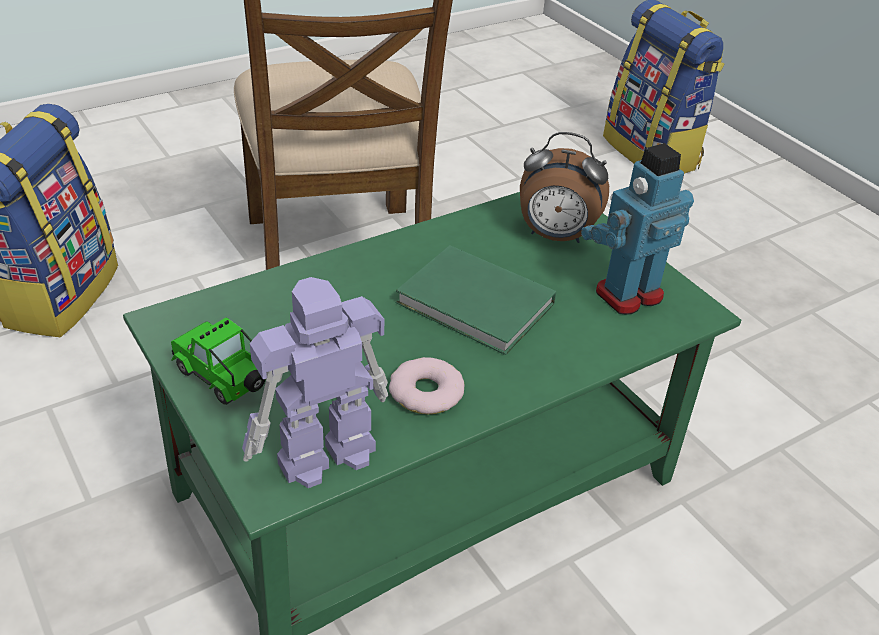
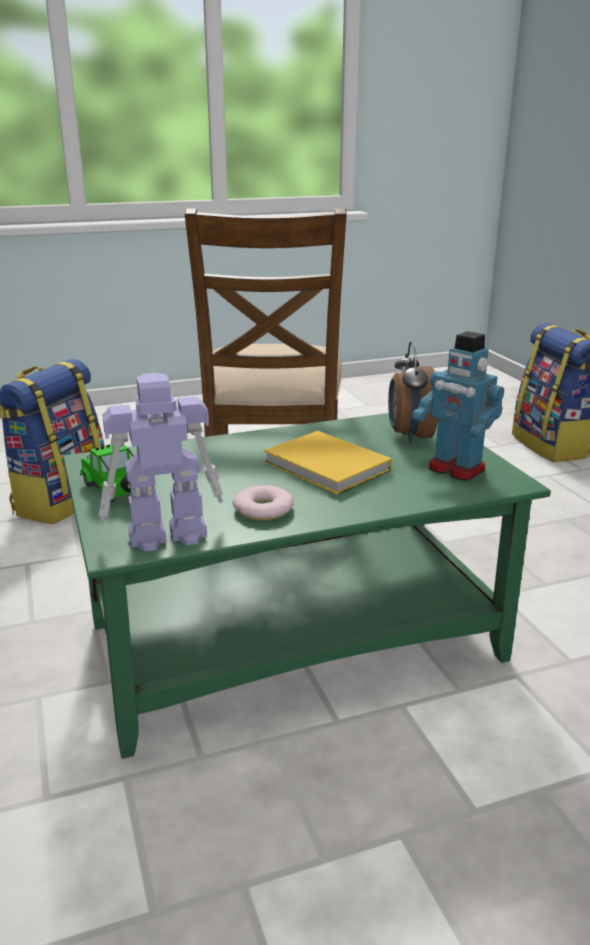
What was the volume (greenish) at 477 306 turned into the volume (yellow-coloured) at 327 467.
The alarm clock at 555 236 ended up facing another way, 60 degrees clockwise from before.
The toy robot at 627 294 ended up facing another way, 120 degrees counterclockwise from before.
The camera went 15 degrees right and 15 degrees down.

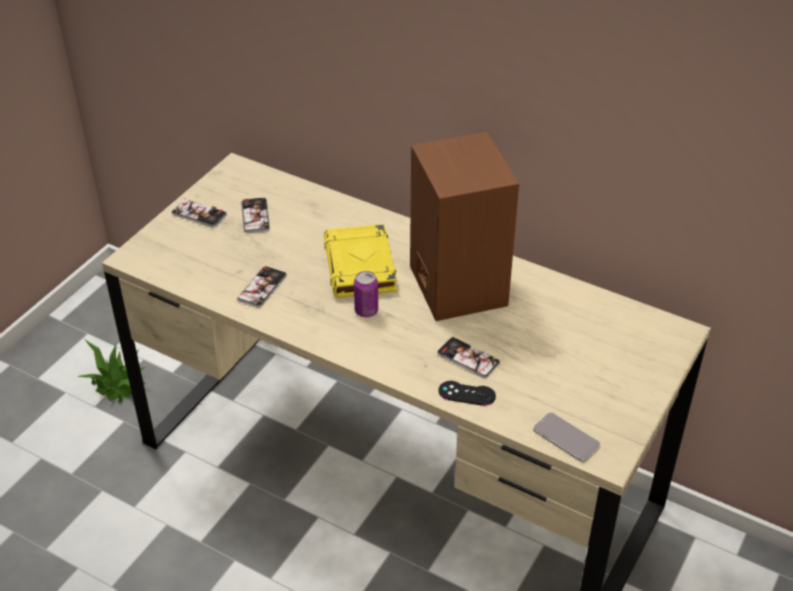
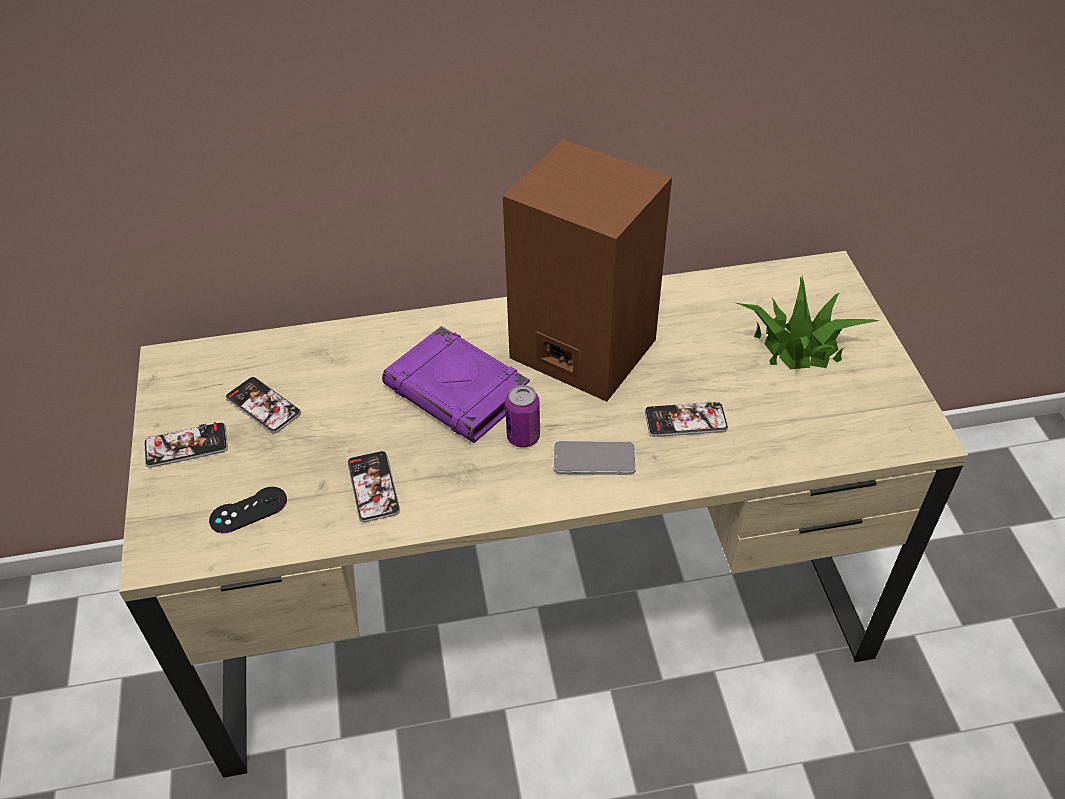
The houseplant ended up elsewhere, having gone from 117 383 to 798 344.
What was the volume (yellow-coloured) at 360 267 turned into the volume (purple) at 458 391.
The game controller (blackish) ended up elsewhere, having gone from 467 393 to 248 510.
The telephone ended up elsewhere, having gone from 566 438 to 594 459.
The camera went 40 degrees left and 5 degrees up.

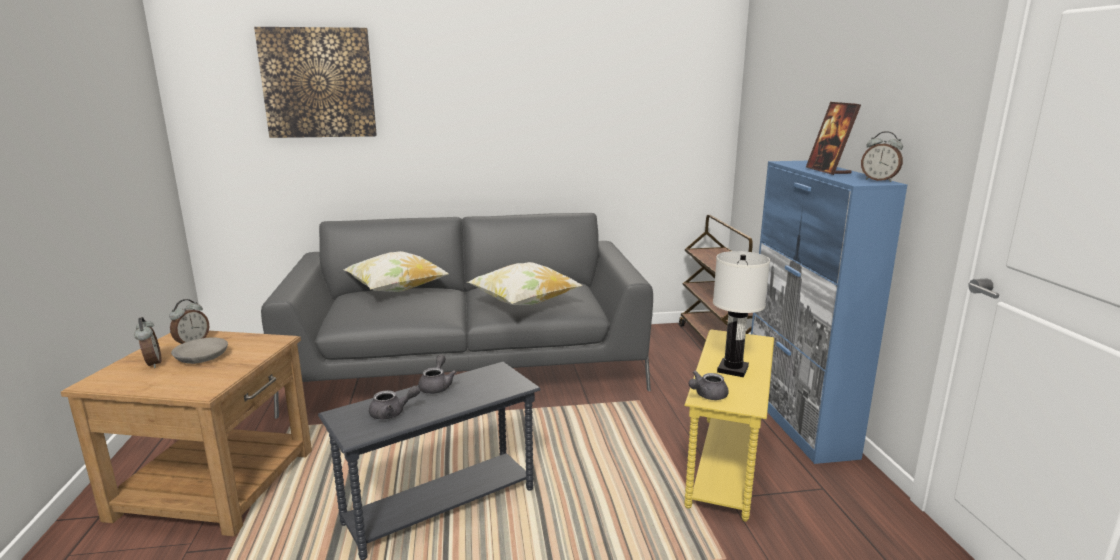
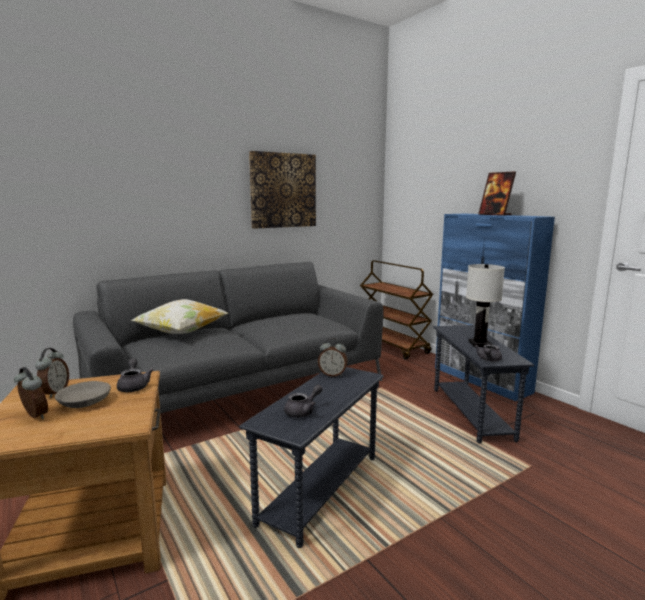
The wall picture ended up elsewhere, having gone from 318 83 to 283 190.
The teapot (grey) ended up elsewhere, having gone from 437 386 to 134 386.
The second view lost the pillow at 524 304.
What was the side table (yellow-coloured) at 726 465 turned into the side table (grey) at 472 413.
The alarm clock ended up elsewhere, having gone from 879 180 to 332 374.
The camera went 25 degrees left and 5 degrees down.

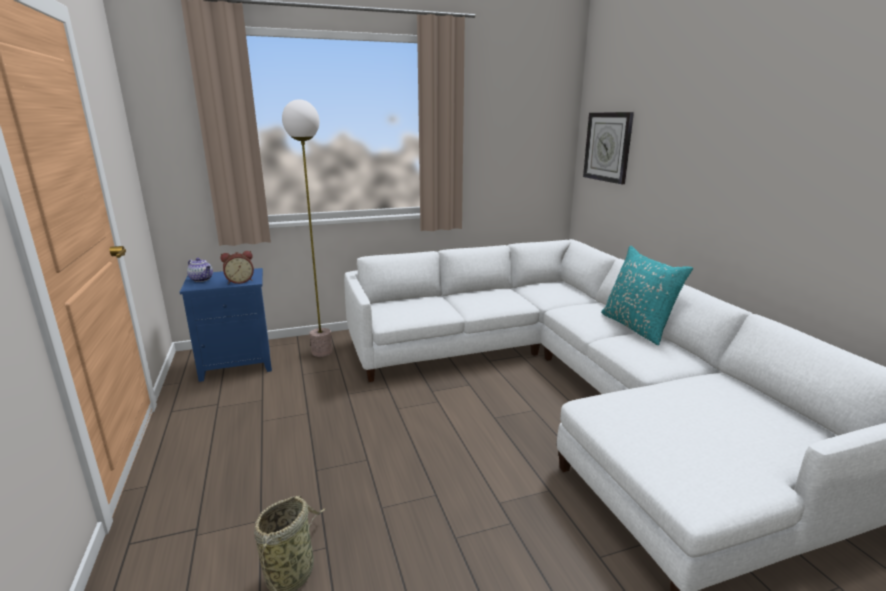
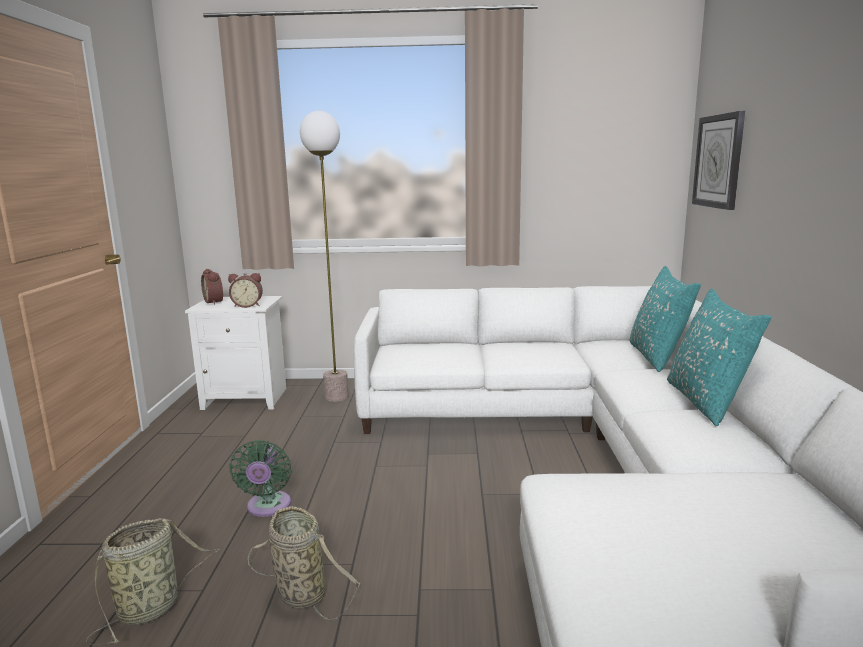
What was the night table (blue-coloured) at 238 364 turned into the night table (whitish) at 247 398.
Where the teapot stood at 202 279, the alarm clock came to stand at 215 302.
The second view gained the fan (greenish) at 268 507.
The second view gained the household basket at 298 593.
The second view gained the pillow (blue-green) at 658 357.
The camera went 20 degrees right and 5 degrees down.

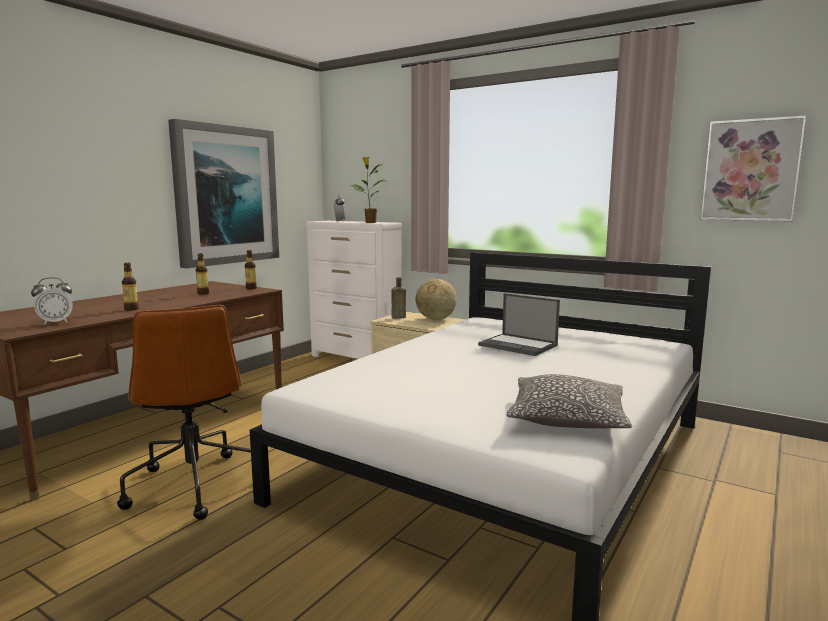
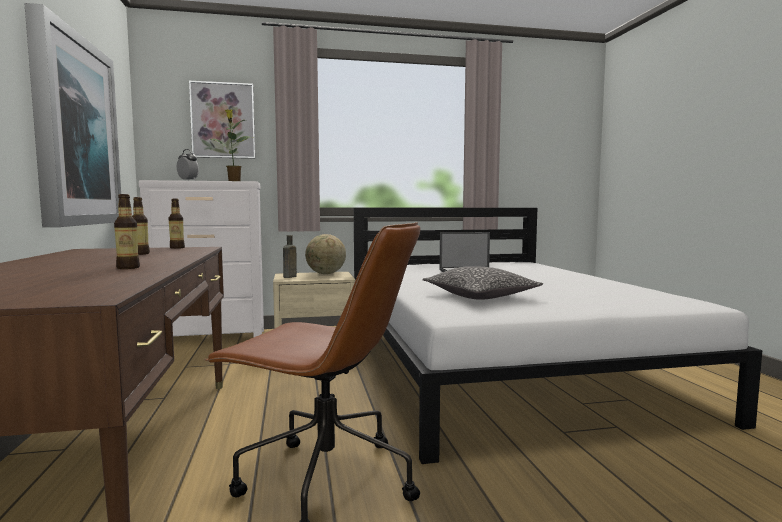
The second view lost the alarm clock at 55 323.
The pillow ended up elsewhere, having gone from 567 418 to 480 296.
The wall picture ended up elsewhere, having gone from 750 170 to 223 120.
The camera went 45 degrees left and 5 degrees down.

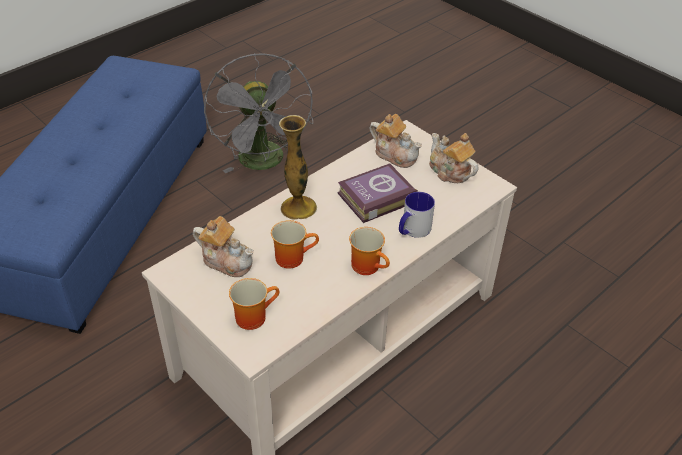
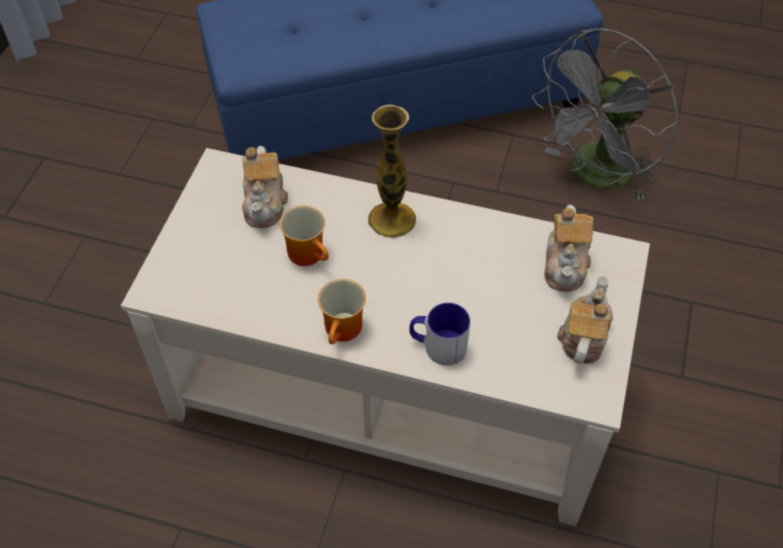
The second view lost the tea mug at 253 315.
The second view lost the volume at 374 197.
The camera went 60 degrees right and 10 degrees up.

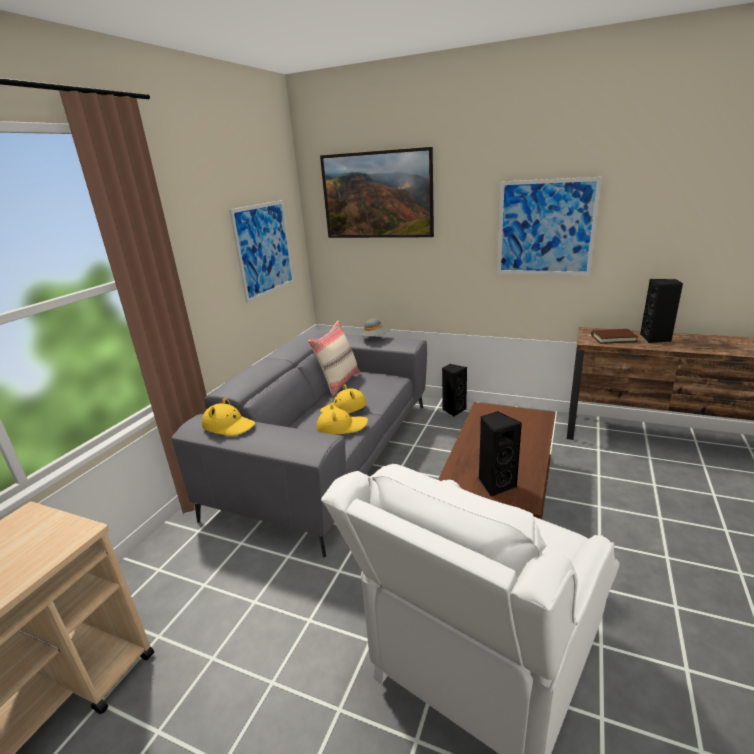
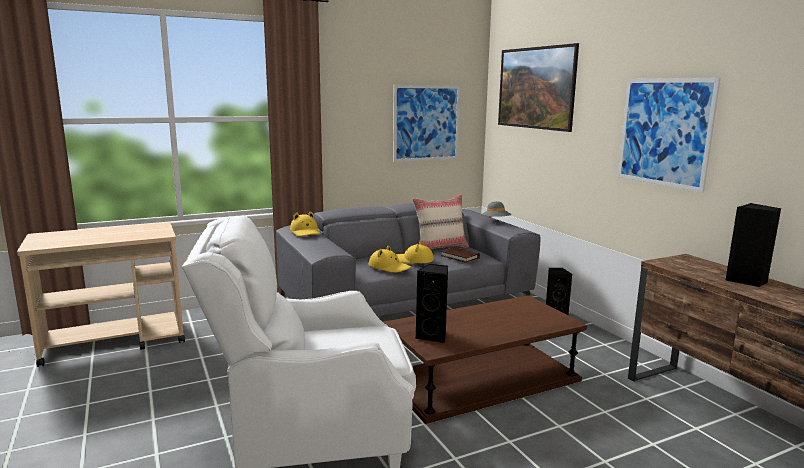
The volume (brownish) ended up elsewhere, having gone from 613 338 to 460 257.
The camera went 40 degrees right and 10 degrees down.

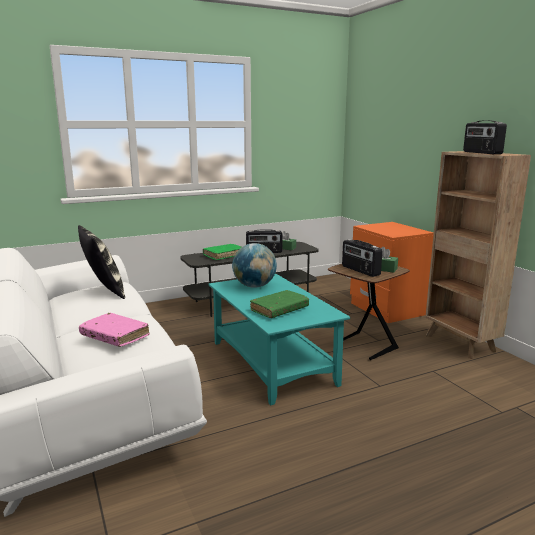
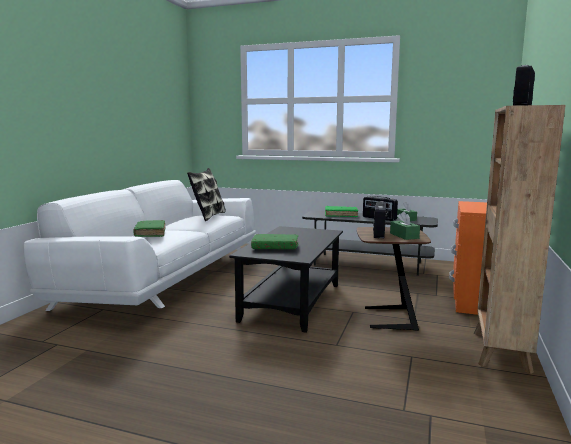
What was the volume (pinkish) at 115 336 turned into the volume (greenish) at 150 233.
What was the low table (blue-green) at 271 362 turned into the low table (blackish) at 291 302.
The second view lost the globe at 254 286.
The camera went 45 degrees right and 5 degrees down.

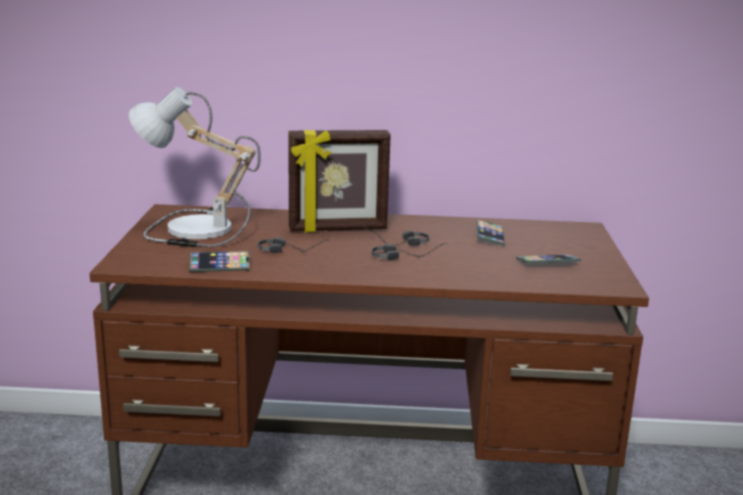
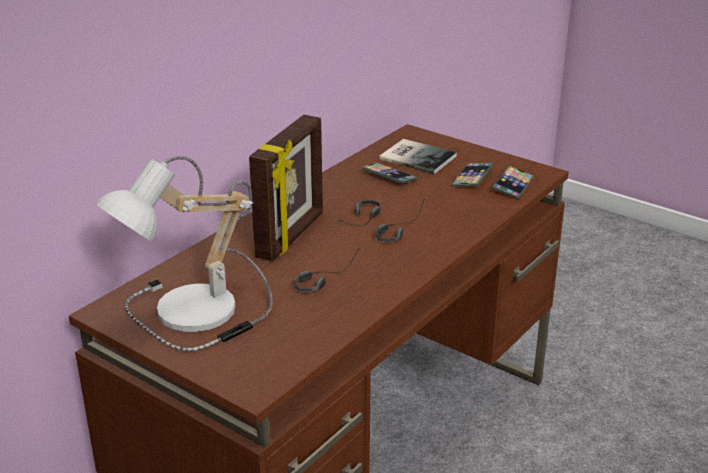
The telephone ended up elsewhere, having gone from 219 266 to 512 186.
The second view gained the volume at 417 156.
The camera went 55 degrees left and 10 degrees up.

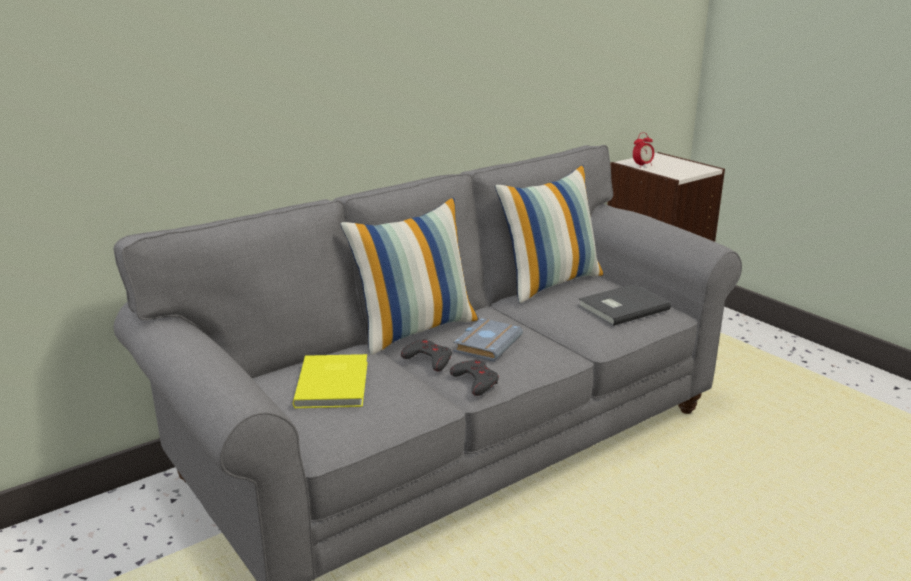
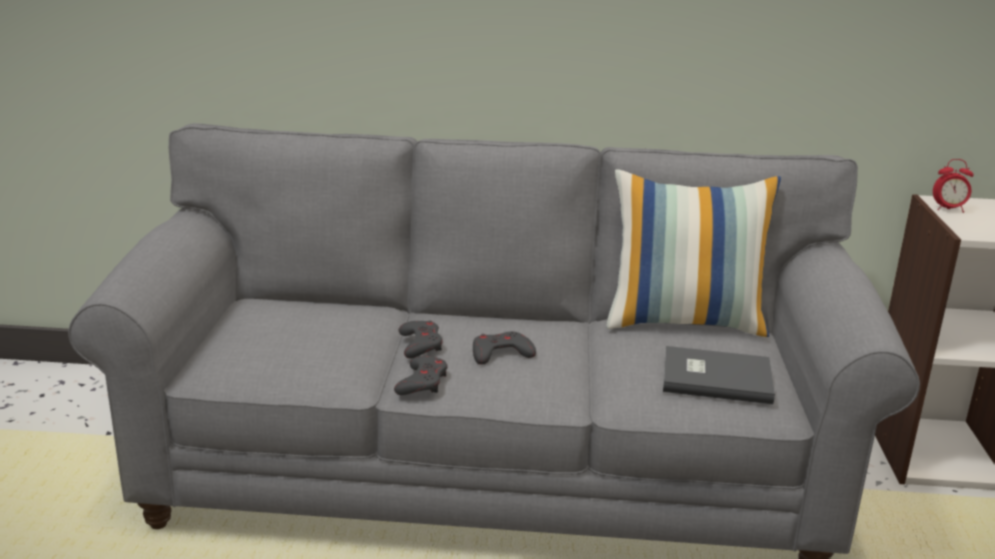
The second view lost the volume (yellow-coloured) at 335 383.
The second view lost the pillow at 415 329.
Where the volume (grey) stood at 486 344, the game controller (grey) came to stand at 500 353.
The camera went 40 degrees right and 0 degrees up.

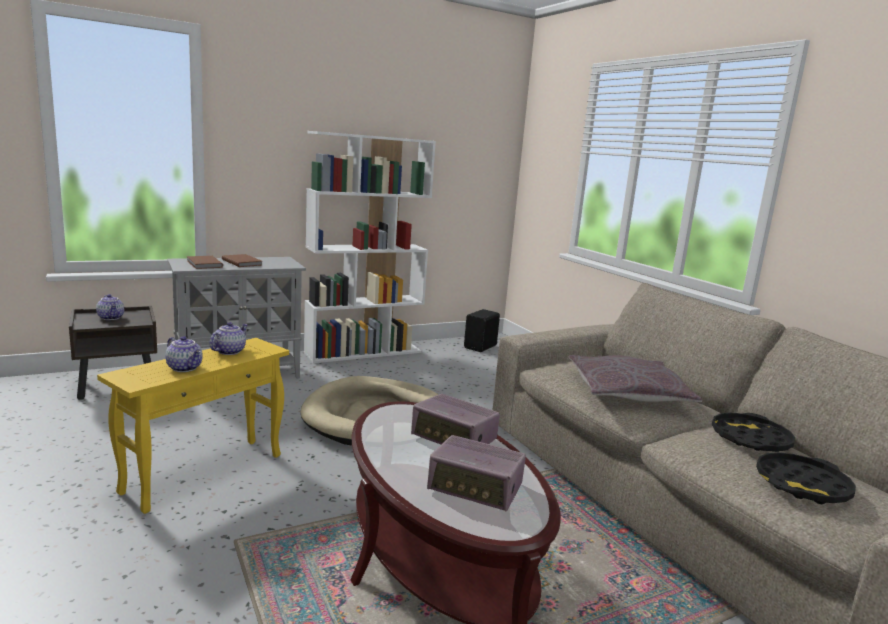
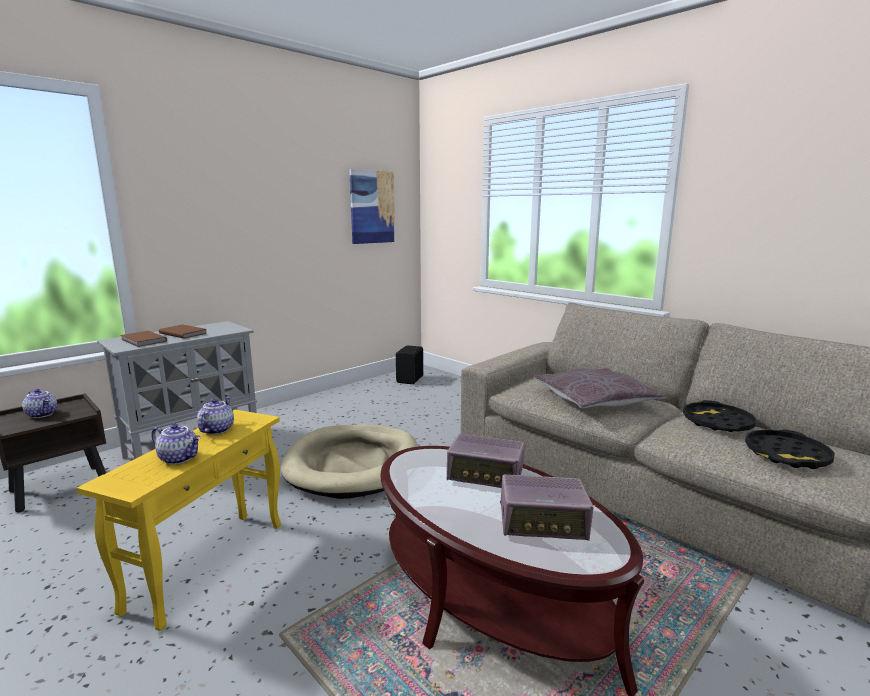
The second view lost the bookcase (whitish) at 364 352.
The second view gained the wall picture at 372 207.
The camera went 15 degrees left and 0 degrees up.

